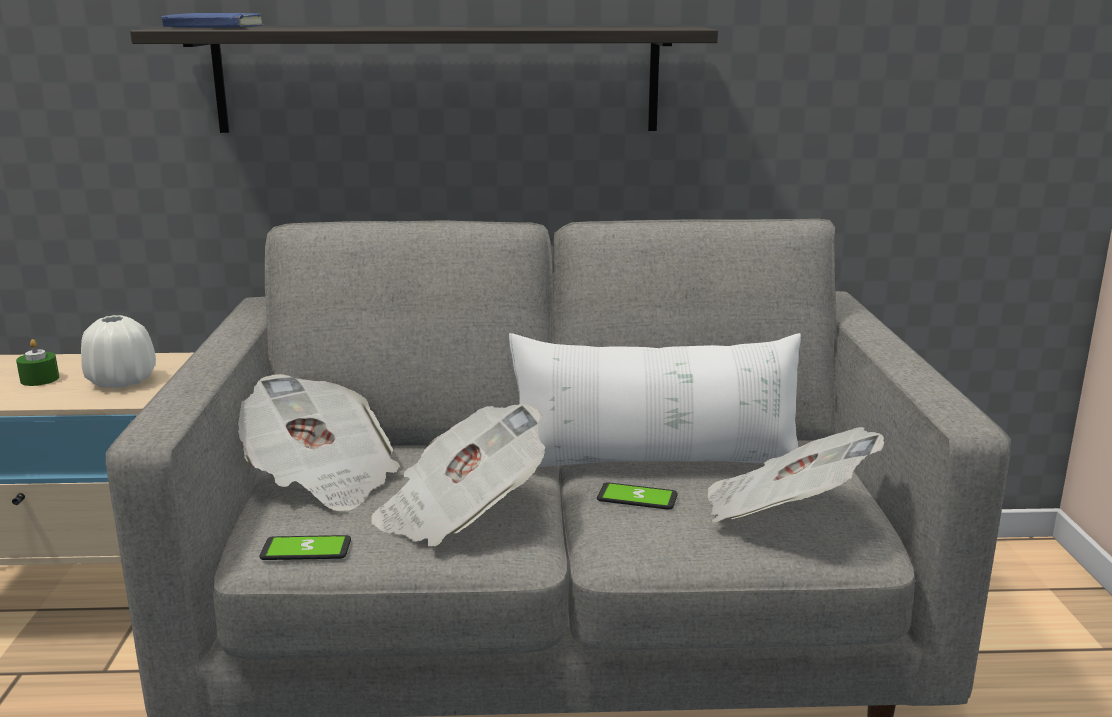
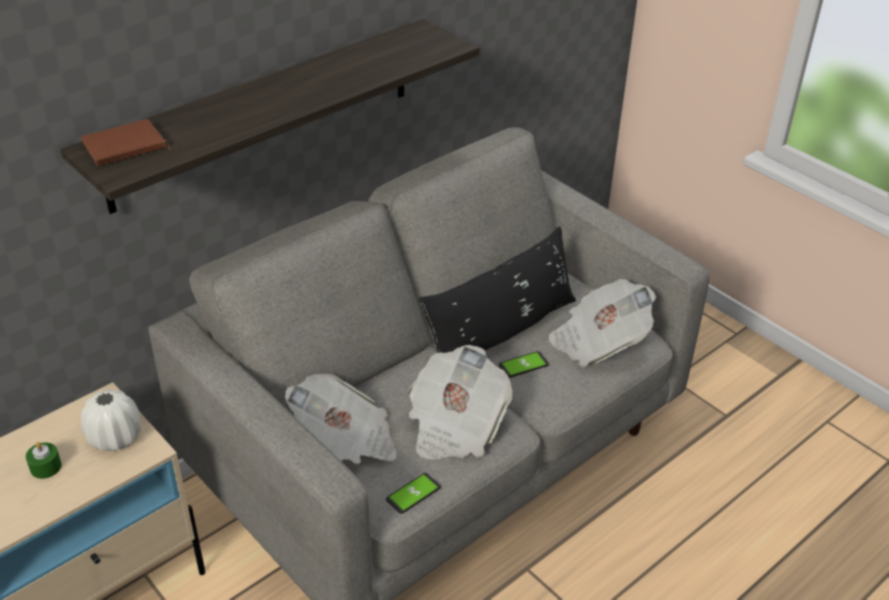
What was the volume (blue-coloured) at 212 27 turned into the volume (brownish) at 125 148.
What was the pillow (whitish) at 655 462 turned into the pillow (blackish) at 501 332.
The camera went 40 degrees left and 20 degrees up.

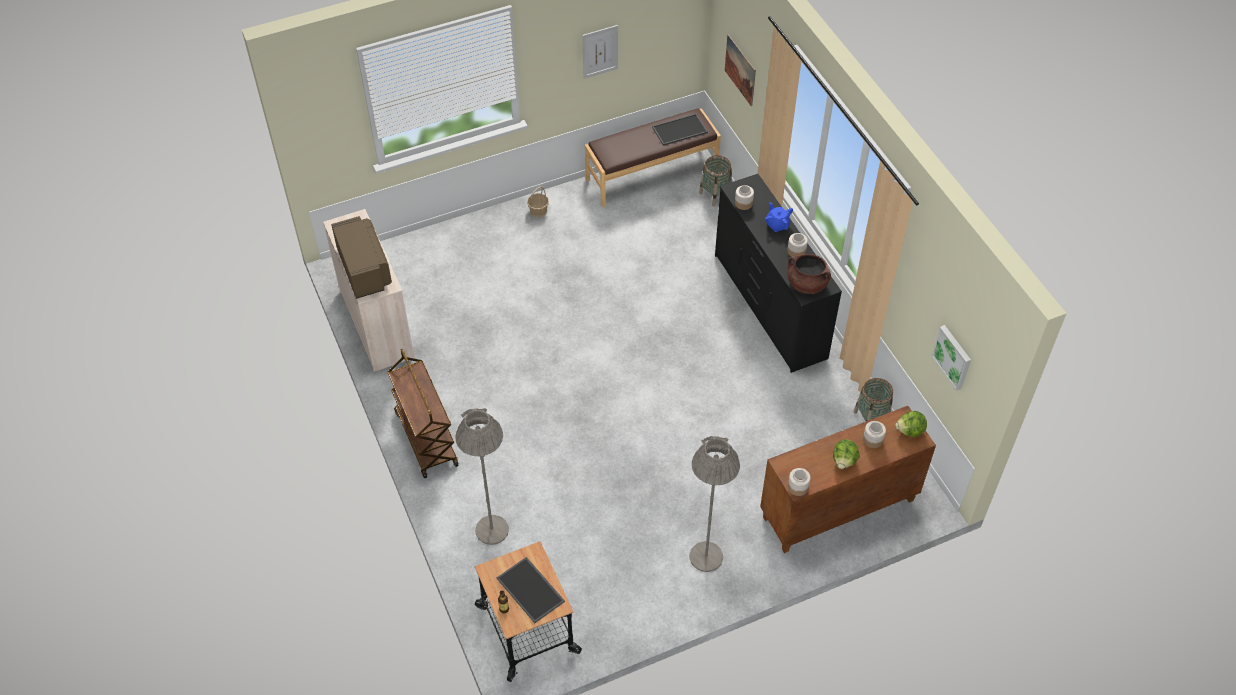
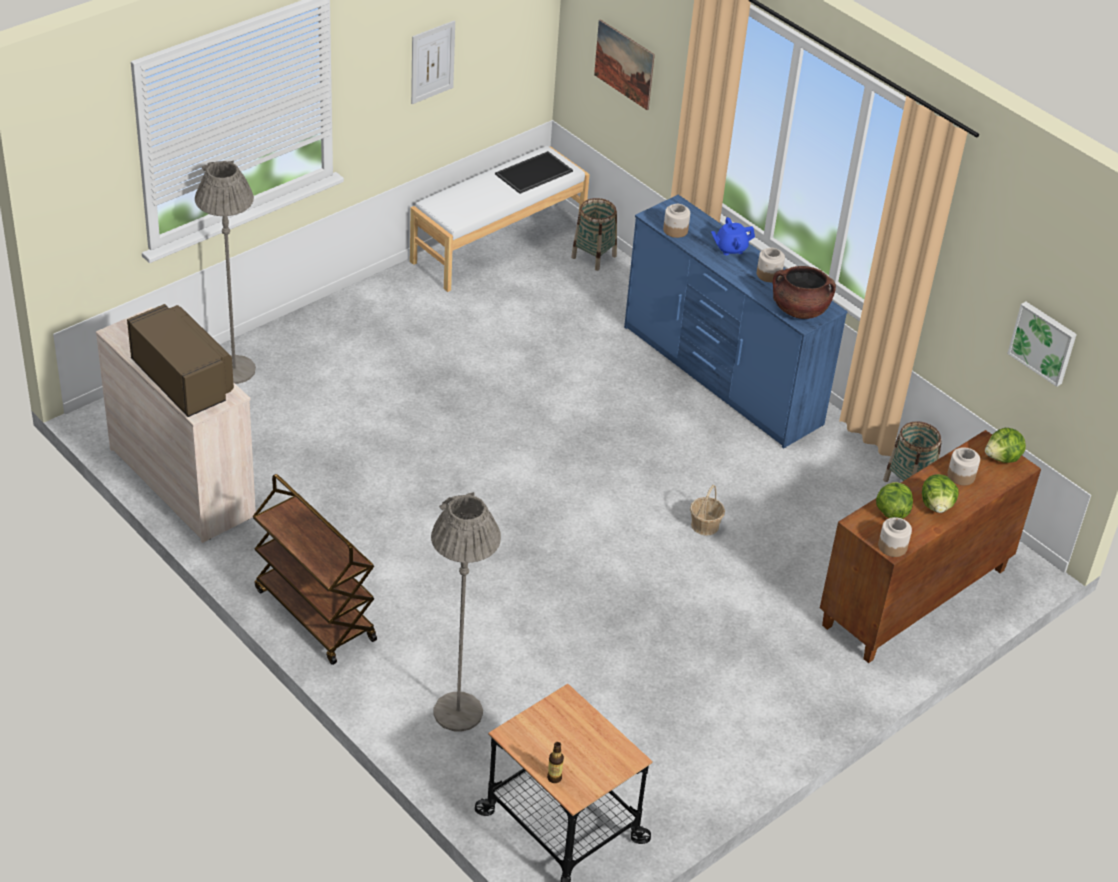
The second view lost the carrying tray at 531 590.
The household basket ended up elsewhere, having gone from 538 211 to 705 525.
What was the bench (brownish) at 651 173 turned into the bench (whitish) at 497 244.
The standard lamp (grey) ended up elsewhere, having gone from 706 557 to 234 370.
What was the drawer chest (blackish) at 769 307 turned into the drawer chest (blue-coloured) at 721 376.
The teapot (blue-coloured) at 777 225 ended up facing another way, 60 degrees counterclockwise from before.
The second view gained the lettuce at 891 512.
The camera went 20 degrees left and 10 degrees down.

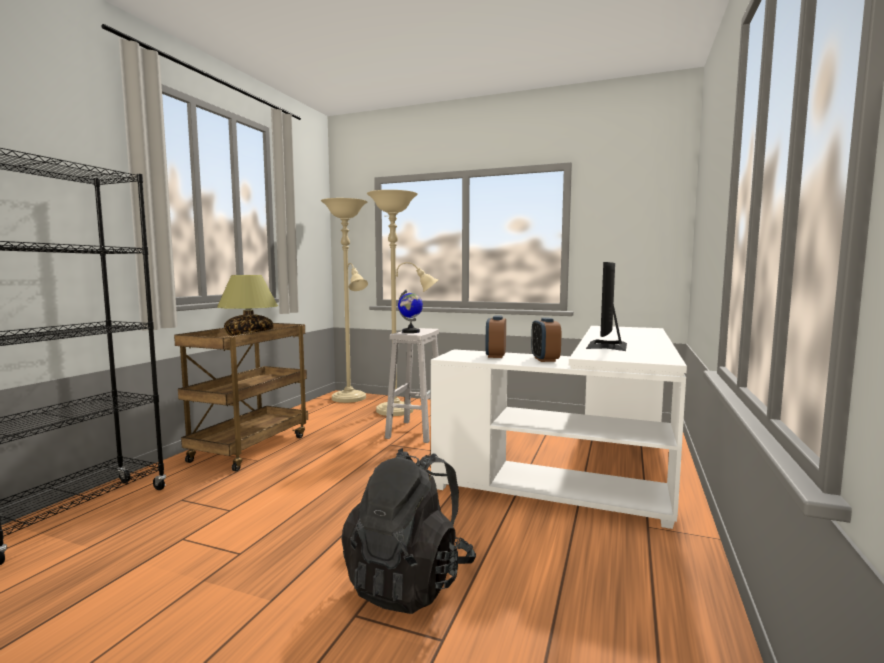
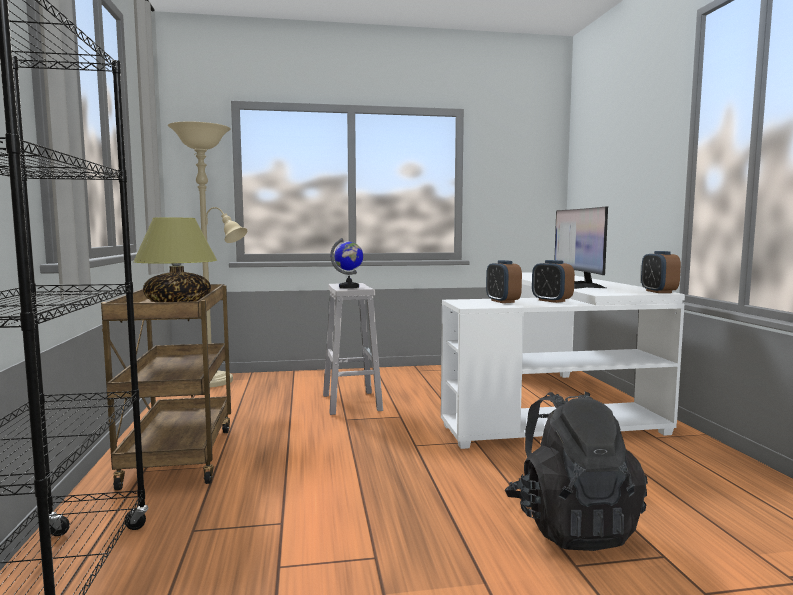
The second view lost the standard lamp (beige) at 400 410.
The second view gained the alarm clock at 658 291.
The camera went 30 degrees left and 0 degrees up.

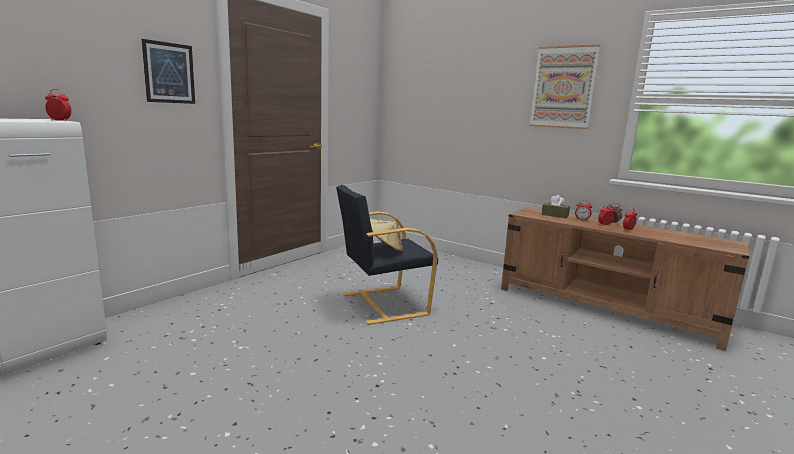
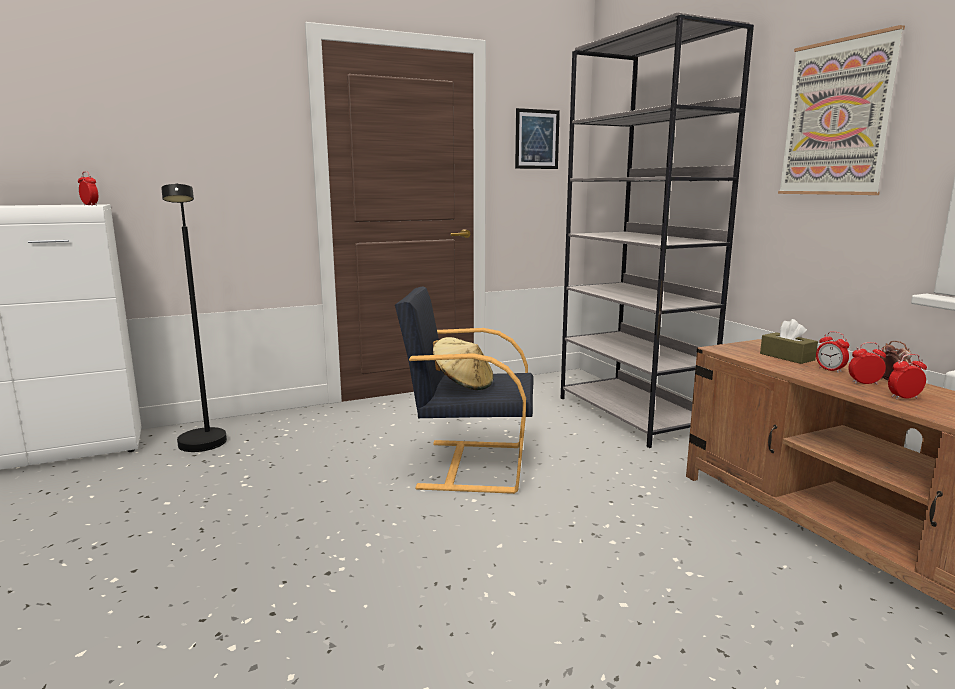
The wall picture ended up elsewhere, having gone from 169 73 to 537 139.
The second view gained the standard lamp (blackish) at 204 447.
The second view gained the bookcase (grey) at 632 415.
The camera went 30 degrees right and 0 degrees up.

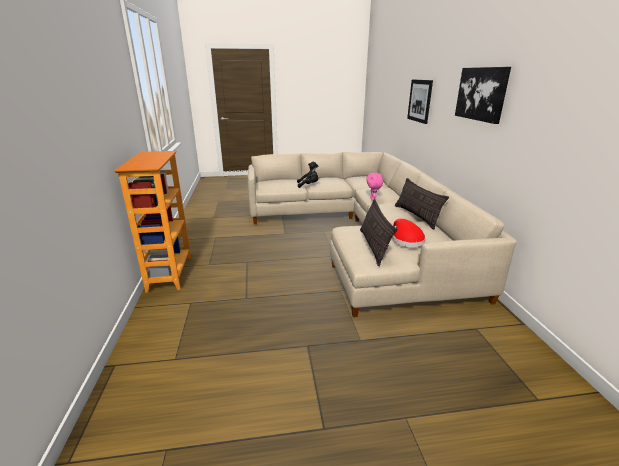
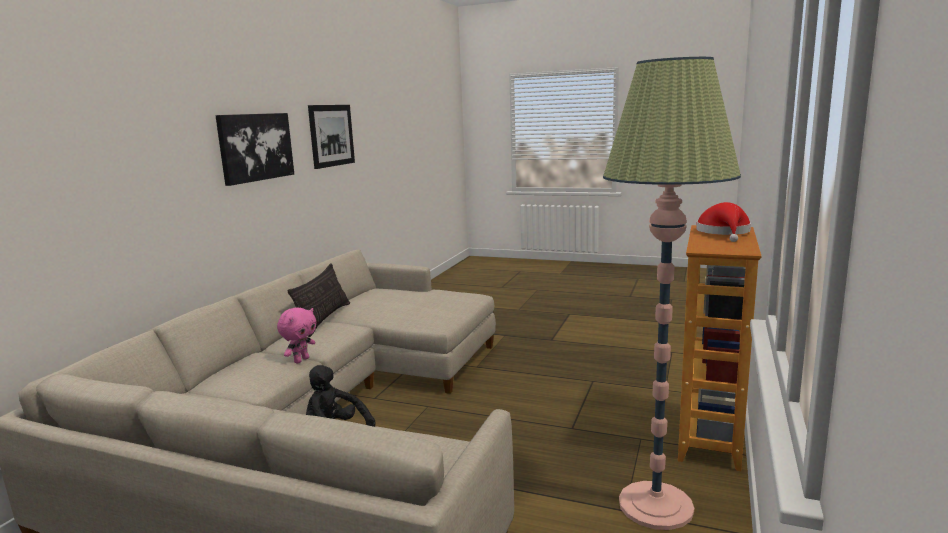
The second view lost the pillow at 374 246.
The wearable hat (red-coloured) ended up elsewhere, having gone from 406 240 to 724 233.
The wall picture ended up elsewhere, having gone from 419 101 to 331 135.
The second view gained the standard lamp at 655 505.
The camera went 150 degrees left and 10 degrees down.

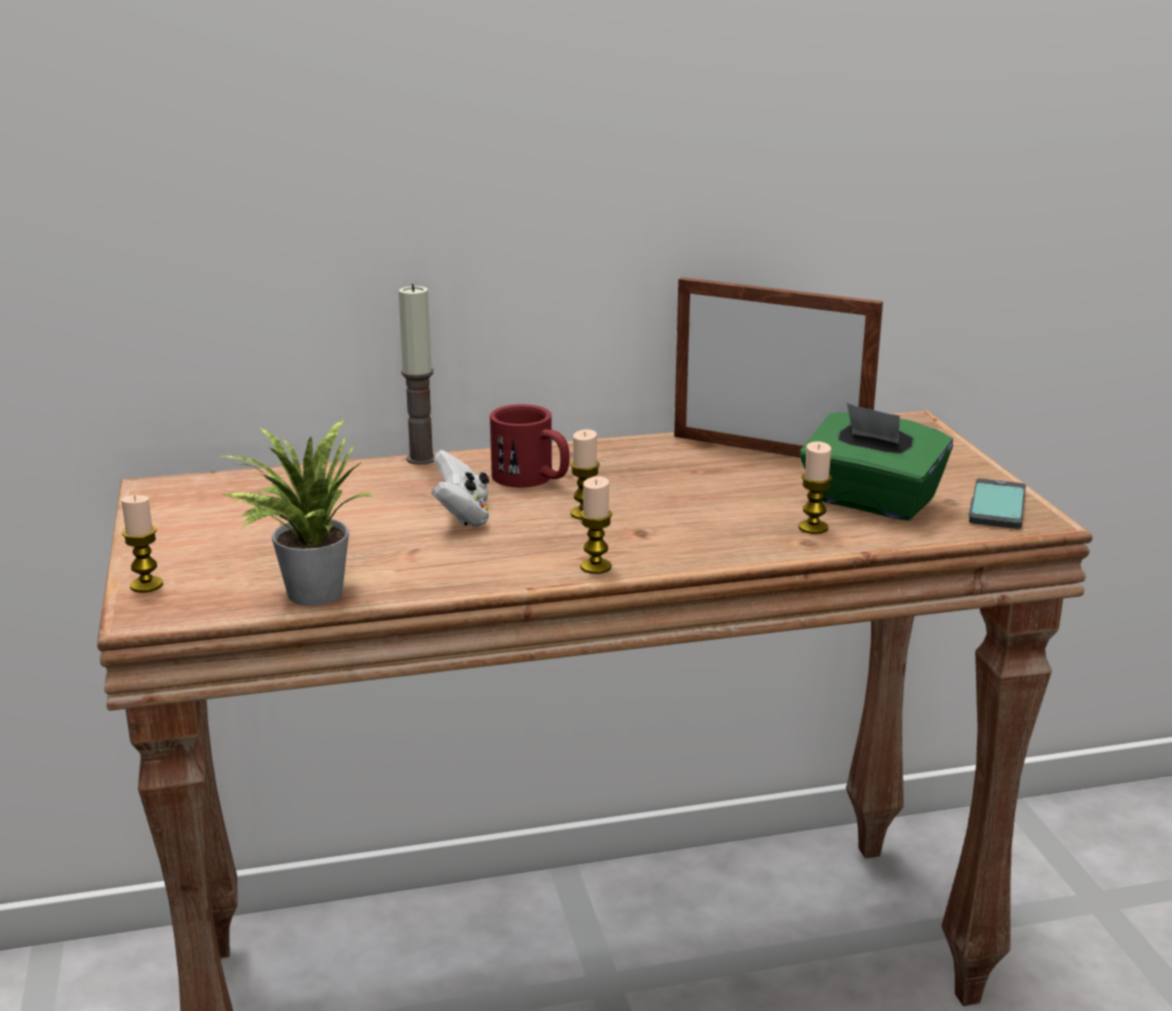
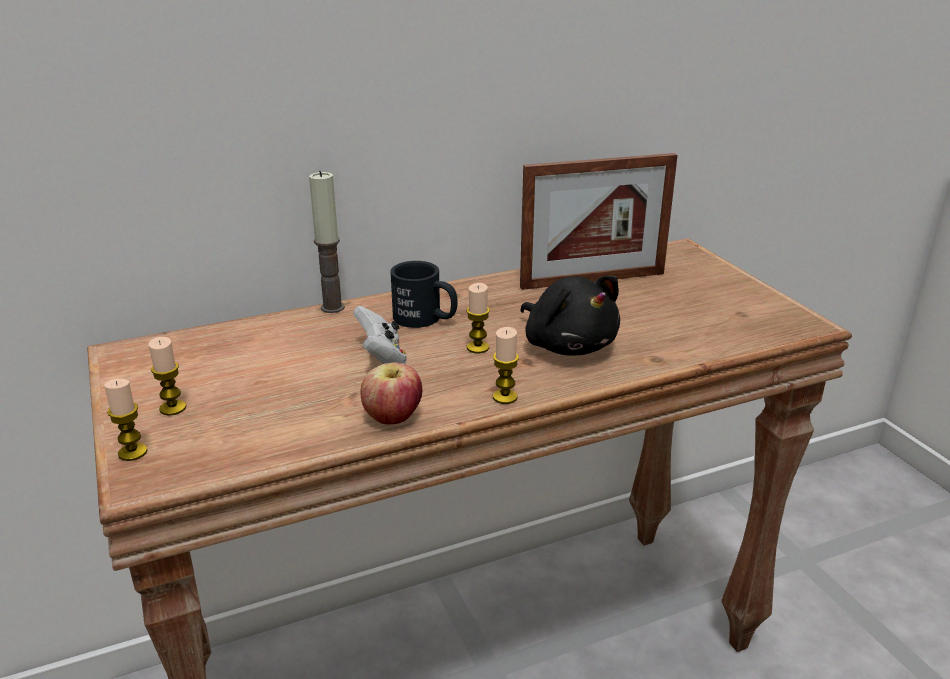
The second view lost the houseplant at 307 592.
What was the tea mug (red-coloured) at 532 479 turned into the tea mug (blackish) at 426 319.
The standing frame at 769 450 ended up facing another way, 150 degrees clockwise from before.
The wax candle ended up elsewhere, having gone from 813 527 to 173 408.
The second view lost the box of tissues (greenish) at 870 501.
The second view lost the telephone at 996 506.
The second view gained the apple fruit at 393 418.
The second view gained the soft toy (blackish) at 568 345.
The camera went 10 degrees left and 5 degrees up.

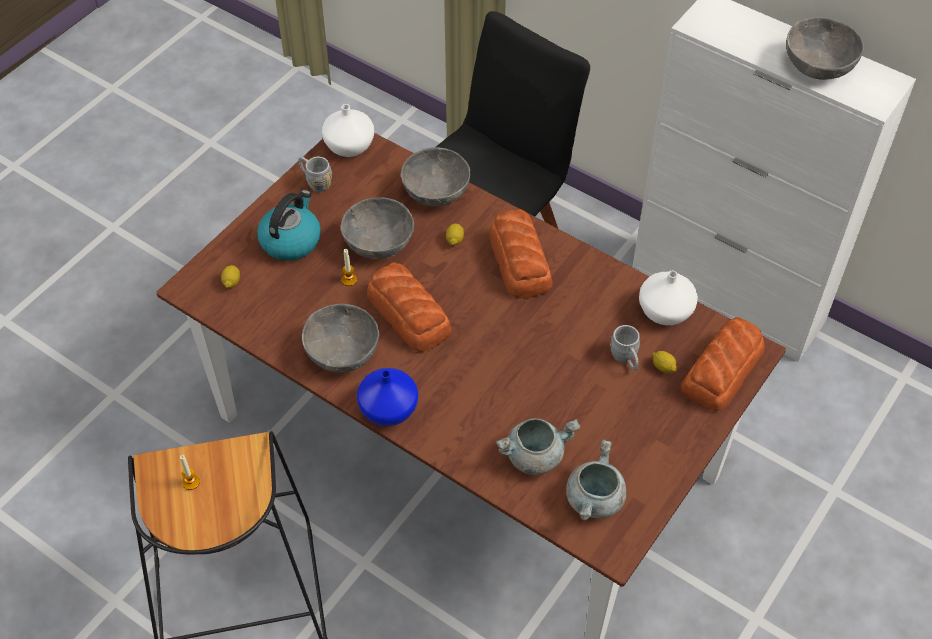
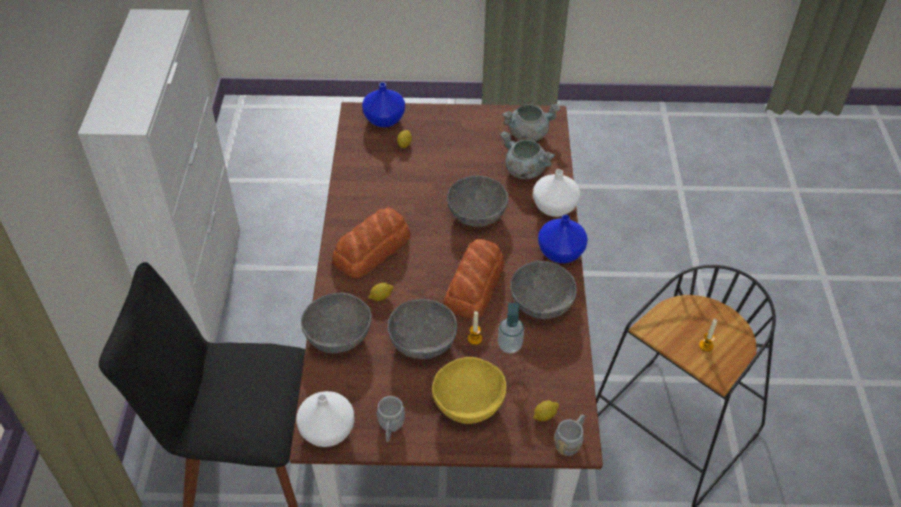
Where the water kettle stood at 291 240, the serving bowl (yellow-coloured) came to stand at 469 403.
The tea mug (grey) ended up elsewhere, having gone from 626 359 to 570 442.
The vase (whitish) ended up elsewhere, having gone from 665 310 to 553 207.
Where the bread stood at 723 370, the vase (blue-coloured) came to stand at 383 119.
The serving bowl (grey) ended up elsewhere, having gone from 818 65 to 476 214.
The second view gained the soap dispenser at 509 345.
The camera went 125 degrees left and 5 degrees down.

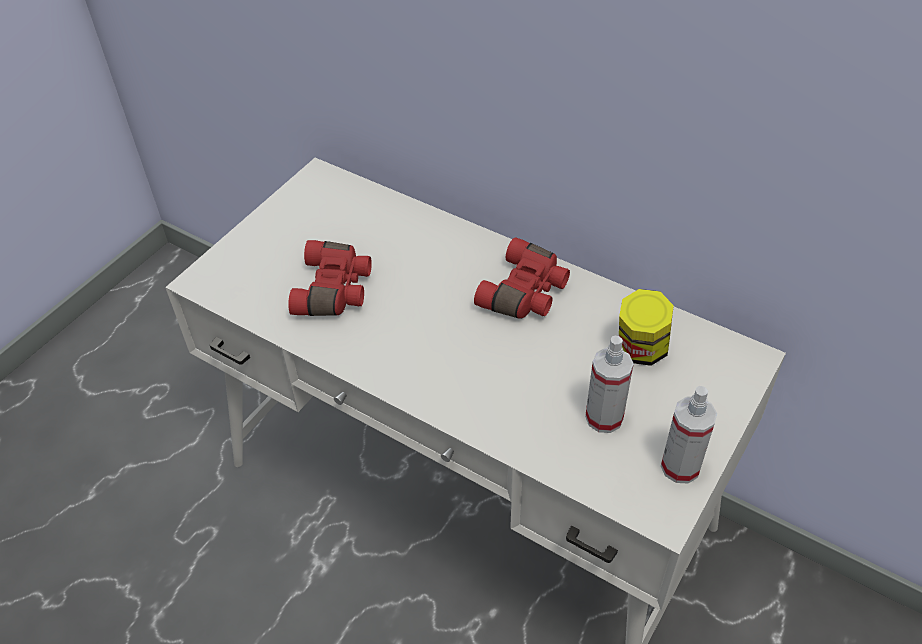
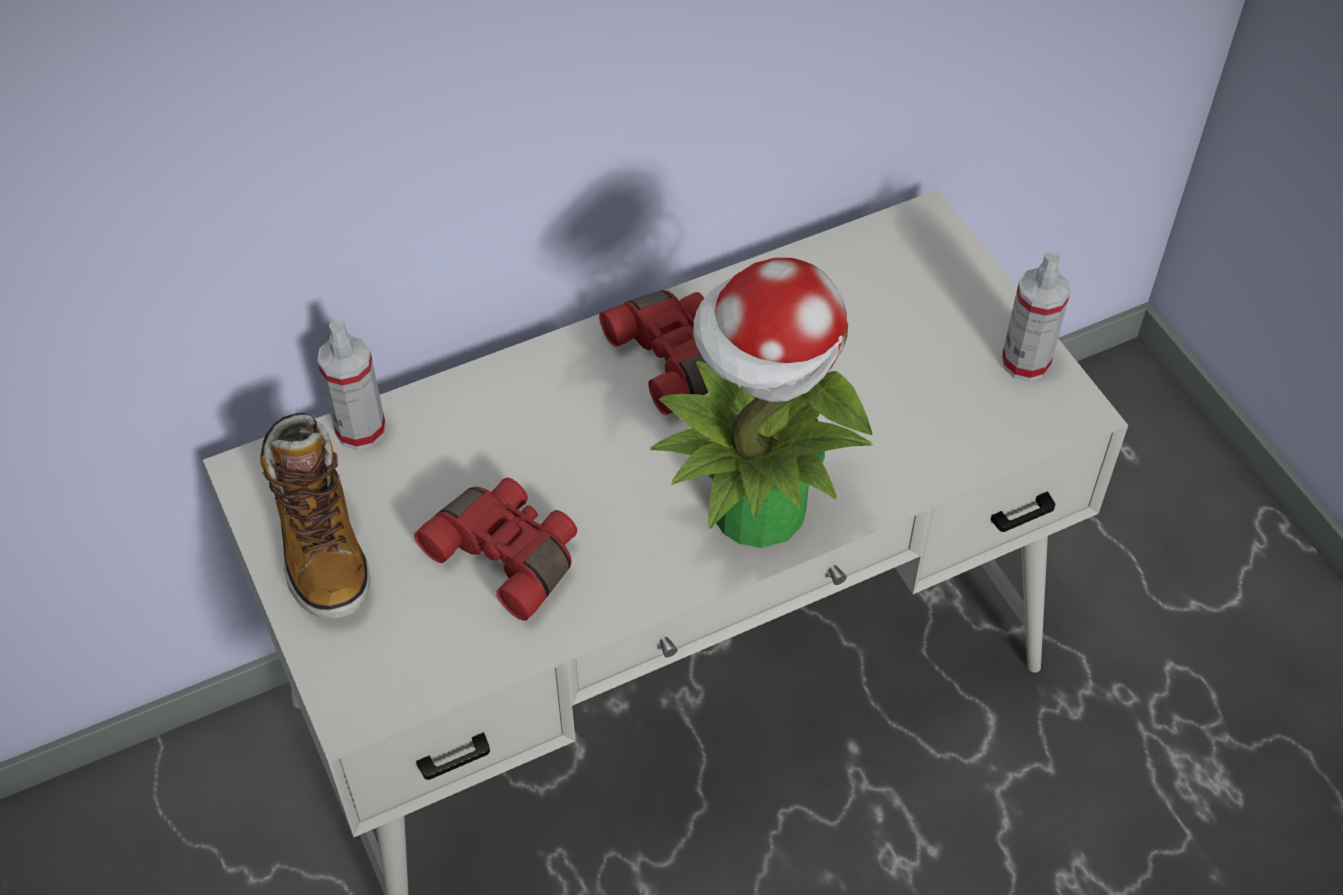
The hand sprayer ended up elsewhere, having gone from 604 417 to 360 429.
The second view lost the jar at 640 350.
The second view gained the tall boot at 321 545.
The second view gained the houseplant at 756 511.
The camera went 60 degrees left and 5 degrees up.

